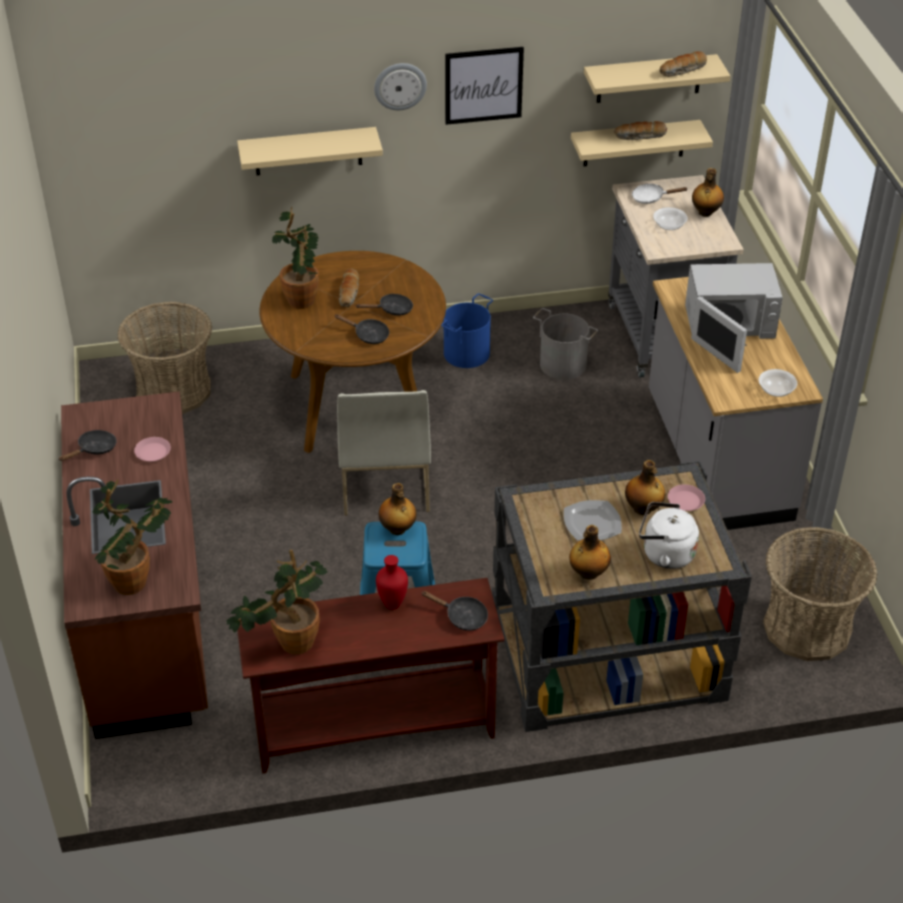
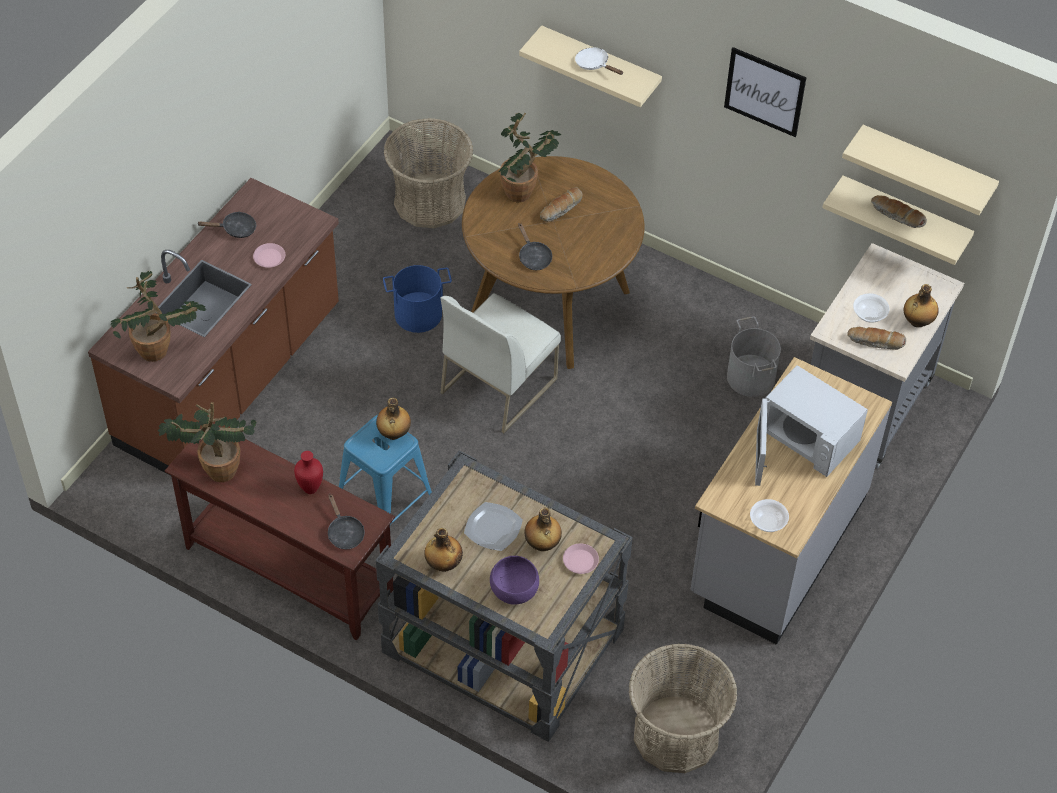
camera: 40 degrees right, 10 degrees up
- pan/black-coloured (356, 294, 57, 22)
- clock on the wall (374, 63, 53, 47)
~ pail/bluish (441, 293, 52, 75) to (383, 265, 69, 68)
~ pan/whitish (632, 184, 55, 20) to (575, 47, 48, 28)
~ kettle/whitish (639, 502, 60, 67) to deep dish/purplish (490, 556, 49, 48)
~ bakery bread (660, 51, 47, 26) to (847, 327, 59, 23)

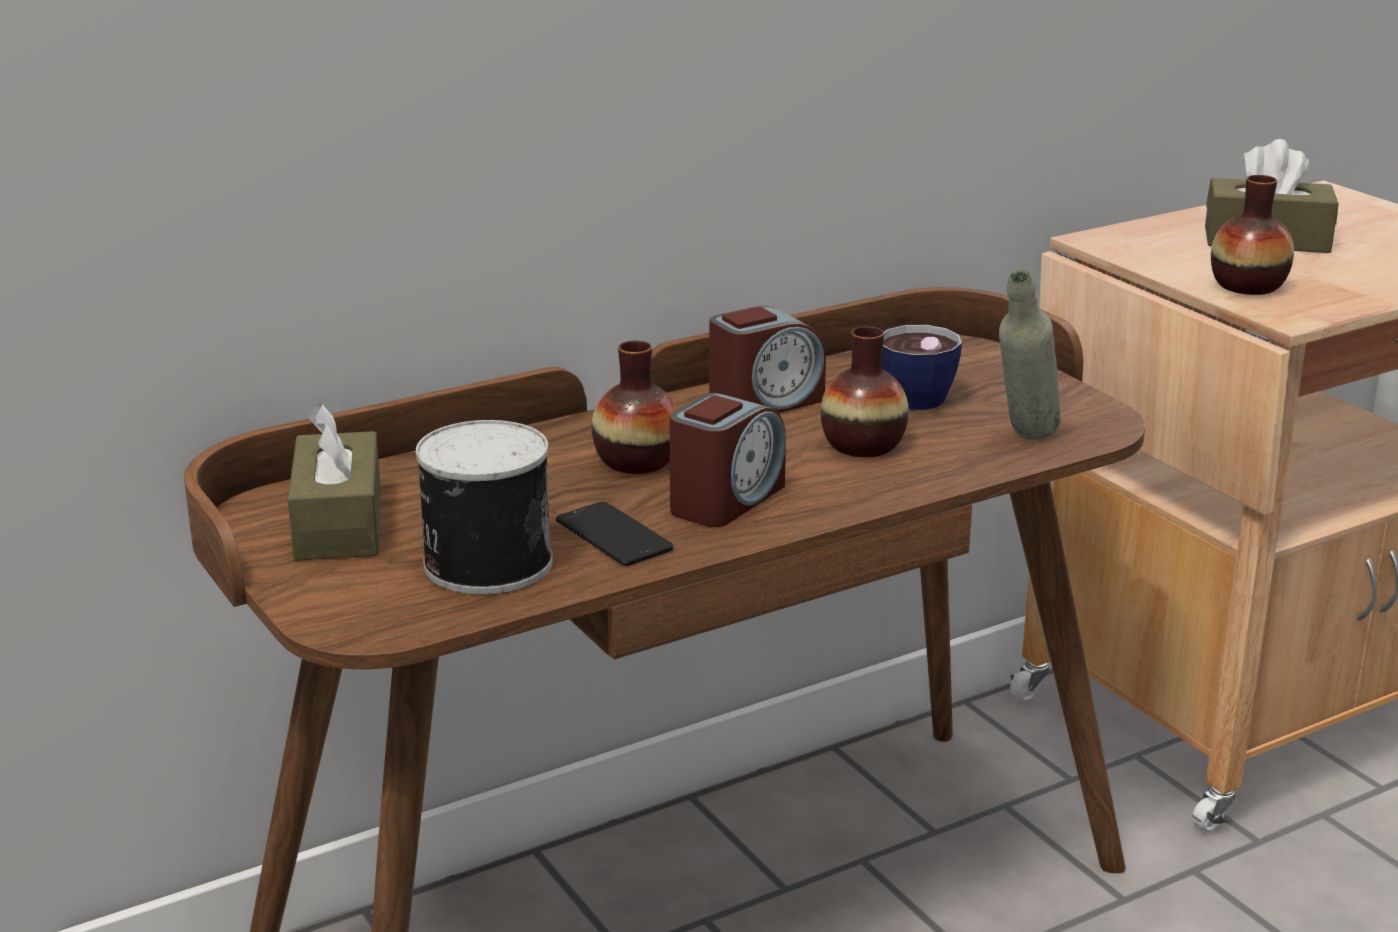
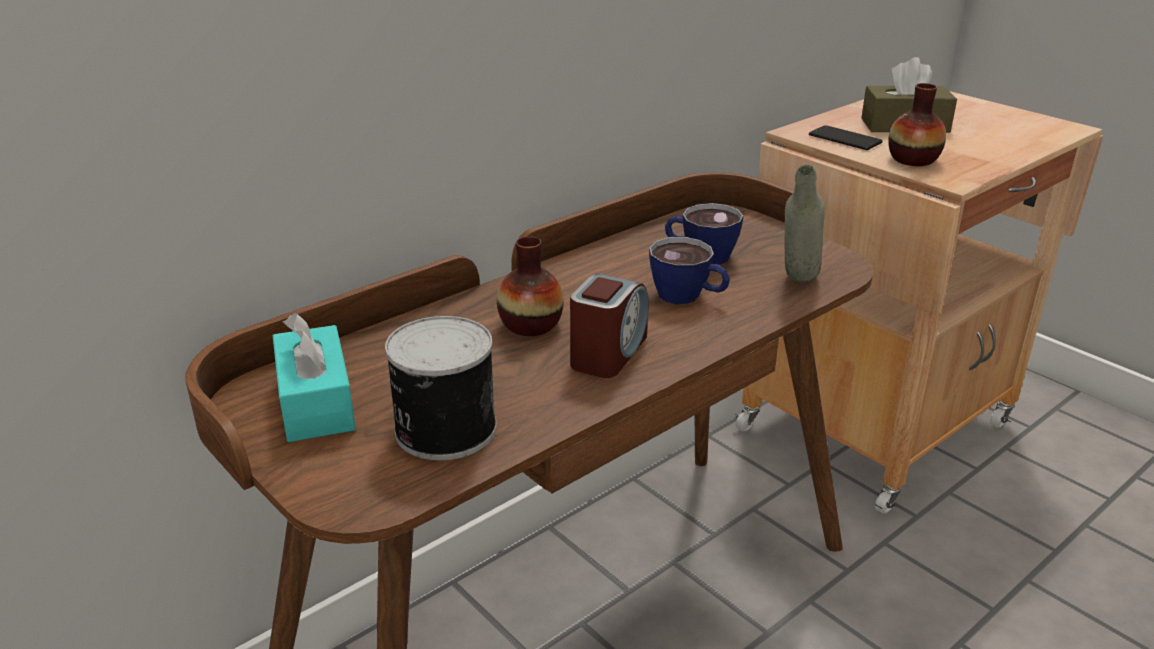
camera: 10 degrees left, 5 degrees up
~ box of tissues/brownish (288, 403, 93, 158) to box of tissues/turquoise (273, 313, 83, 129)
~ handset (556, 502, 117, 64) to (809, 125, 73, 25)
- bedside clock (709, 306, 117, 107)
~ decorative vase (821, 326, 88, 131) to cup (649, 237, 81, 67)

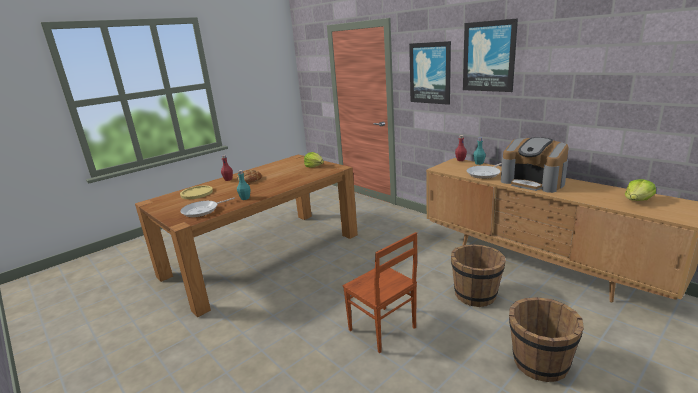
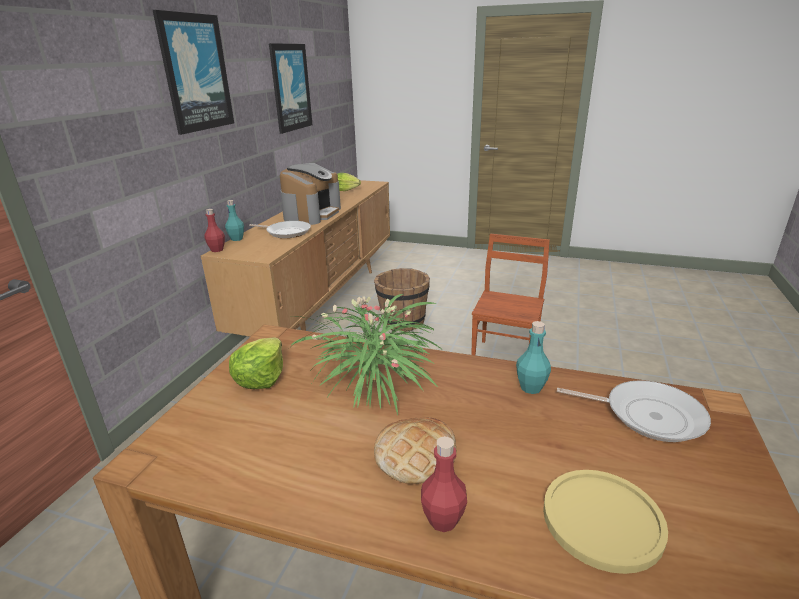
camera: 120 degrees left, 5 degrees up
~ wall art (409, 41, 42, 64) to (269, 43, 43, 91)
- pail/brownish (509, 297, 75, 85)
+ houseplant (289, 294, 152, 121)

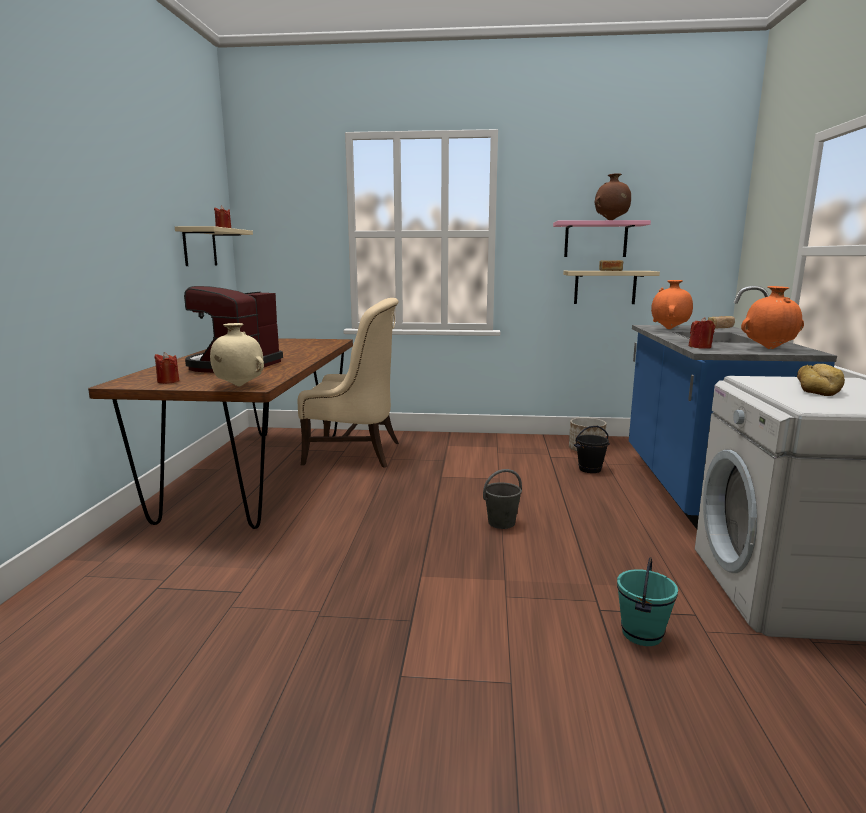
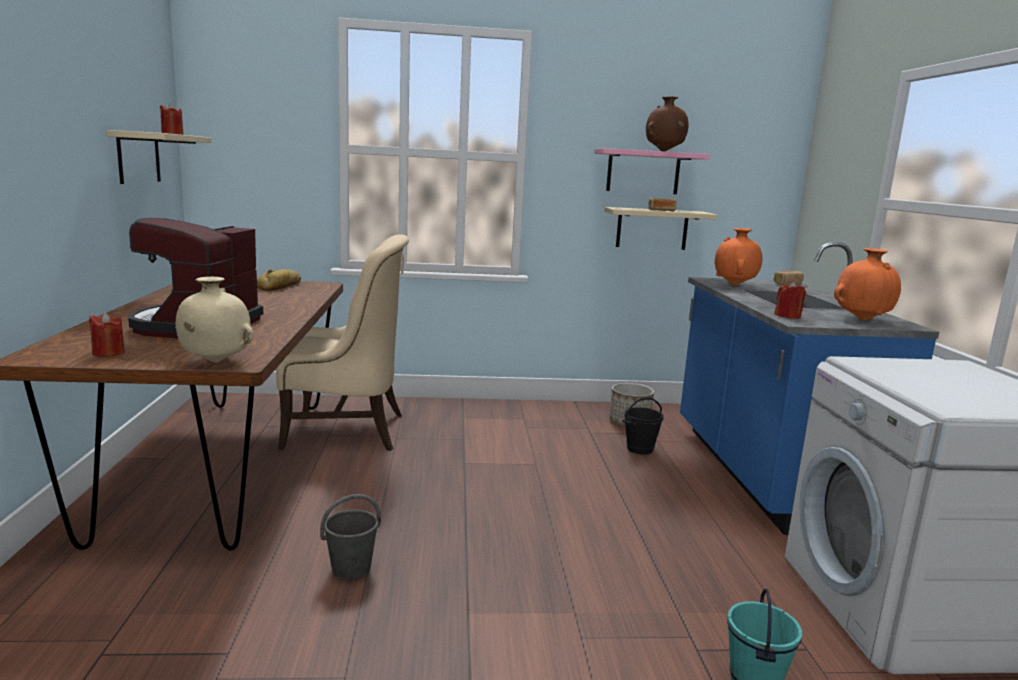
camera: 10 degrees left, 0 degrees up
~ pail/gray (483, 469, 39, 60) to (320, 494, 61, 86)
~ bakery bread (797, 364, 48, 32) to (257, 269, 44, 22)

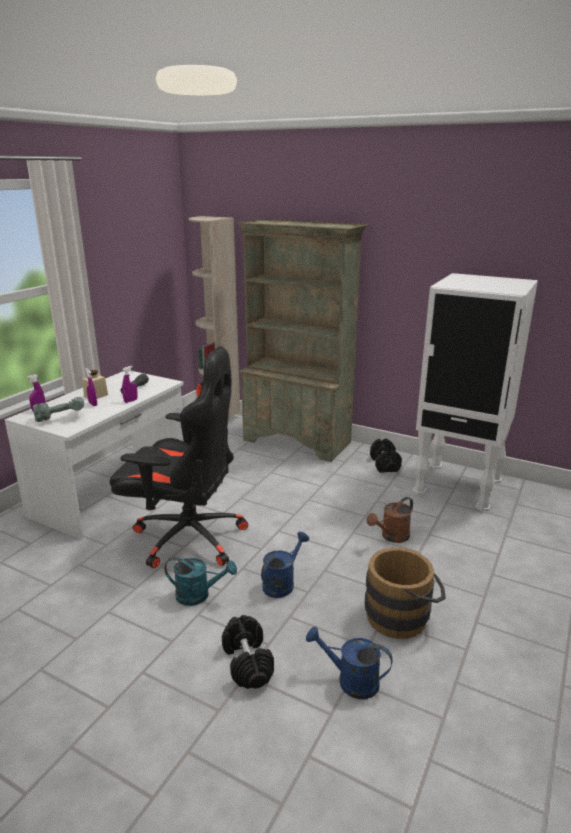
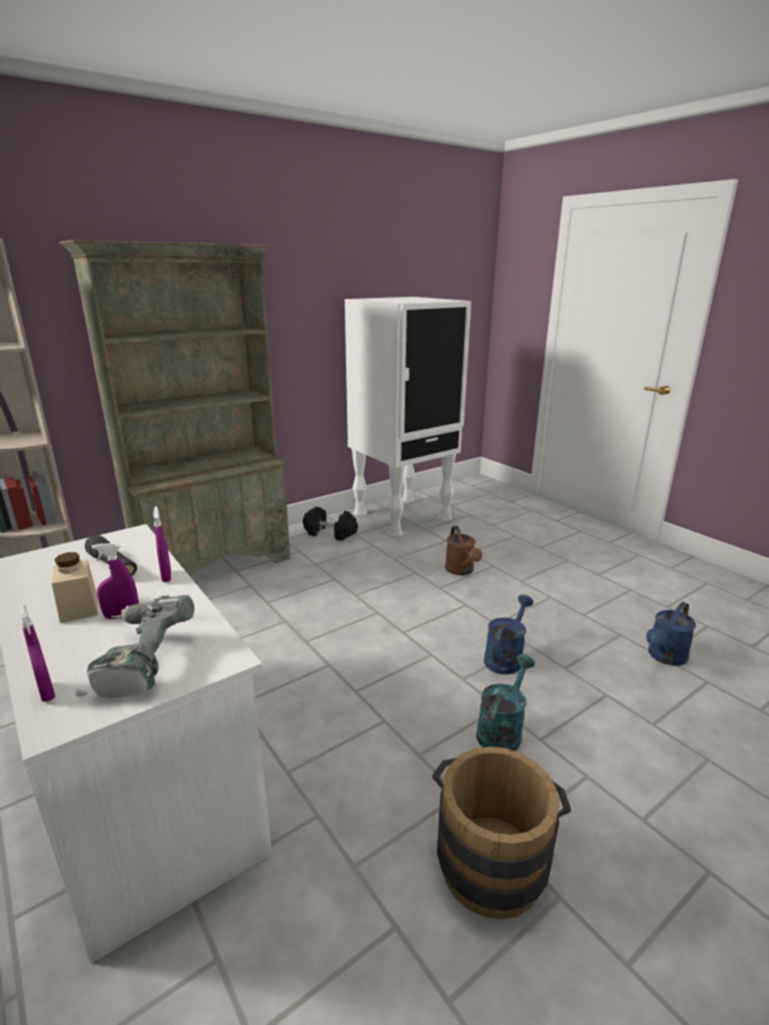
camera: 65 degrees left, 0 degrees up
- desk chair/black-coloured (110, 346, 138, 222)
- dumbbell/black-coloured (222, 615, 52, 74)
~ watering can/bluish (261, 532, 48, 66) = (484, 595, 50, 80) 60 degrees clockwise
~ pail/brownish (364, 547, 82, 92) to (432, 747, 139, 173)

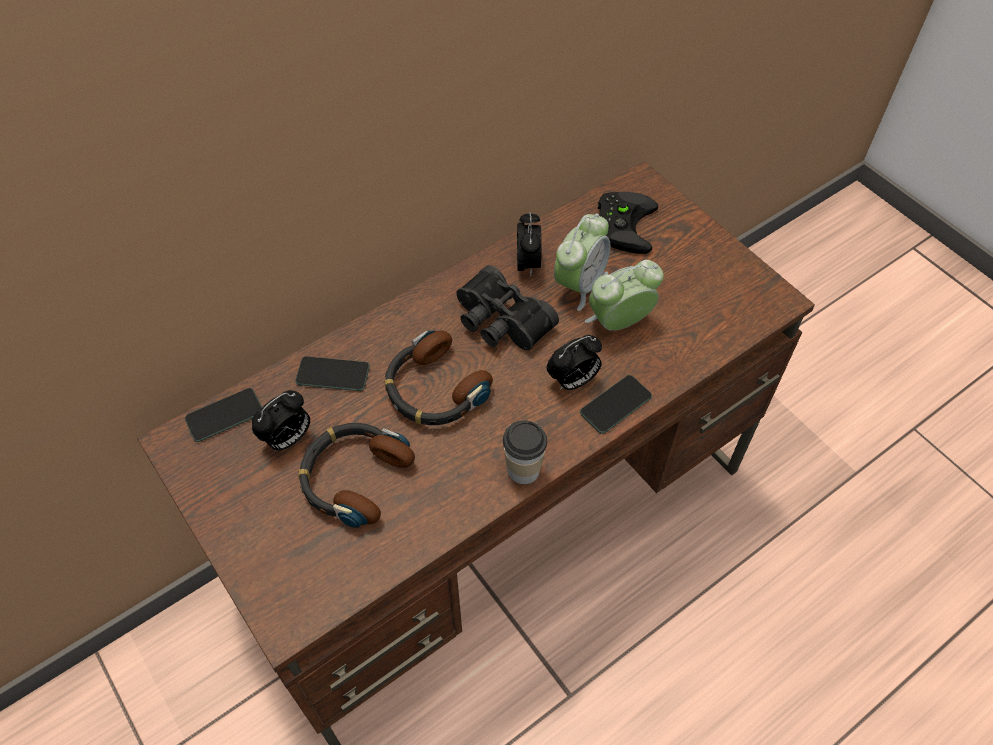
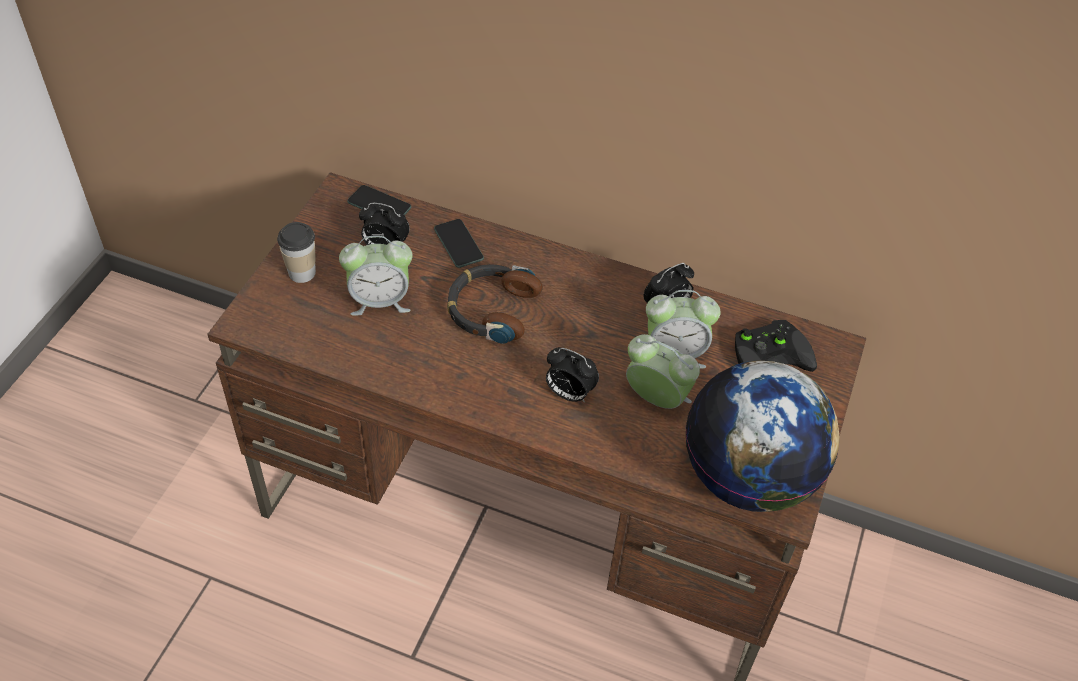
camera: 55 degrees right, 5 degrees down
~ headset (298, 423, 117, 105) to bedside clock (339, 236, 73, 80)
- field glasses/black-coloured (456, 265, 103, 86)
~ cup (503, 420, 44, 64) to (277, 222, 39, 61)
- handset (580, 375, 72, 59)
+ desk globe (686, 360, 154, 152)

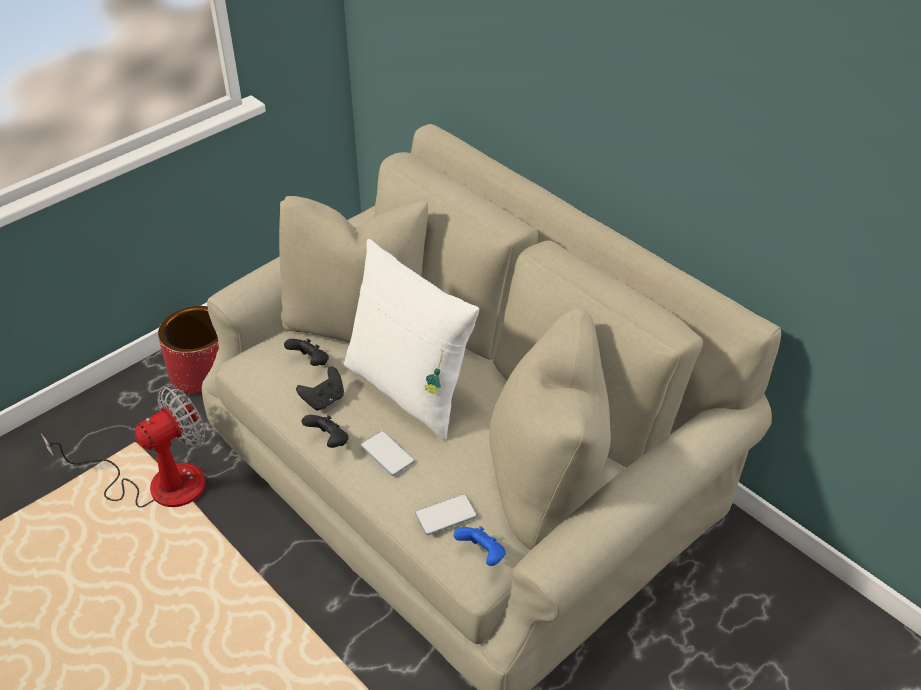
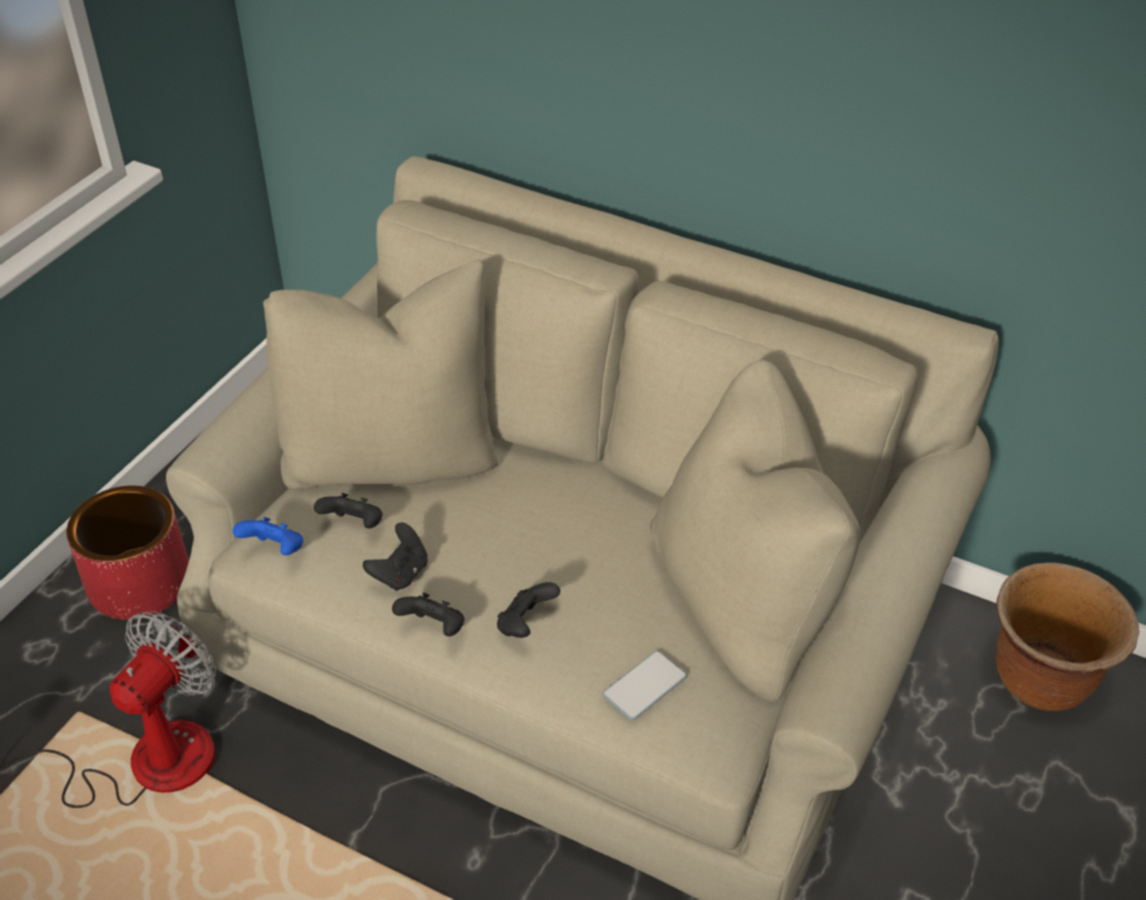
camera: 20 degrees left, 0 degrees up
- cushion/whitish (344, 239, 135, 201)
~ handset (361, 431, 54, 45) to gamepad/black-coloured (497, 582, 63, 56)
~ gamepad/bluish (454, 526, 52, 40) to (232, 517, 71, 38)
+ flower pot/brownish (996, 562, 143, 149)

